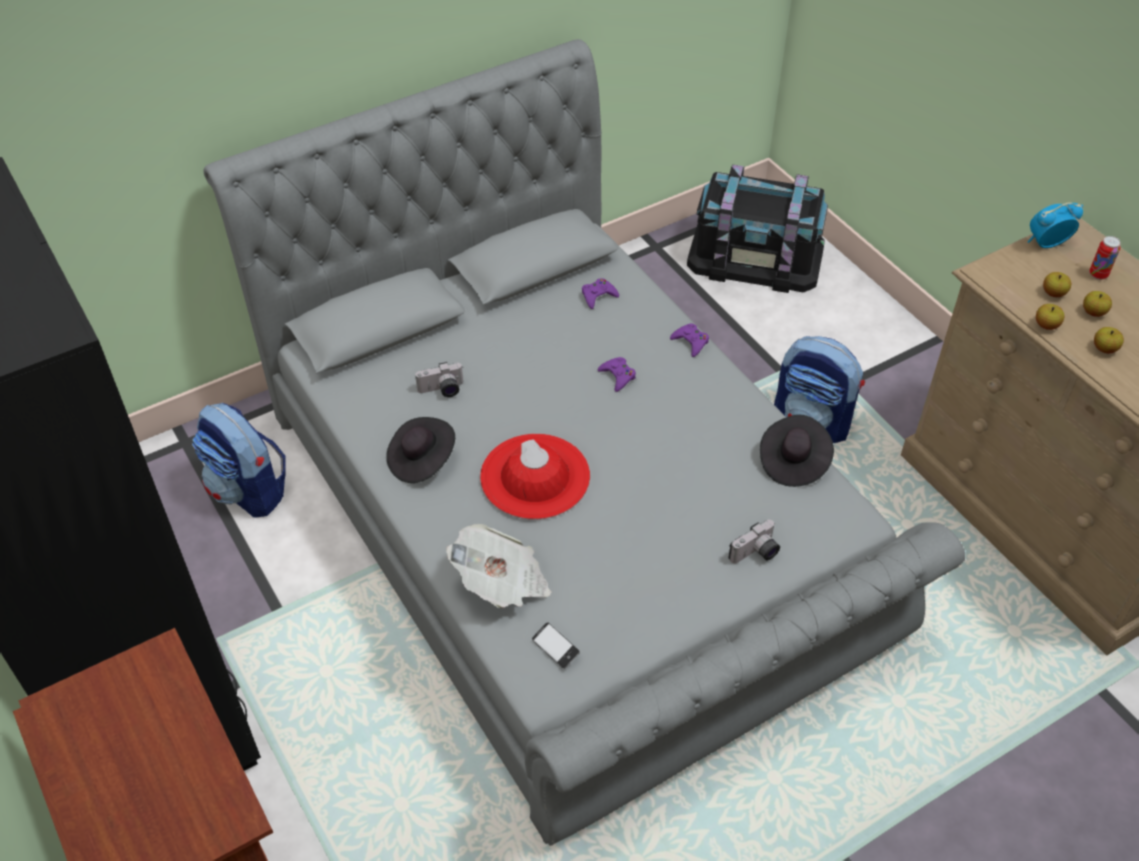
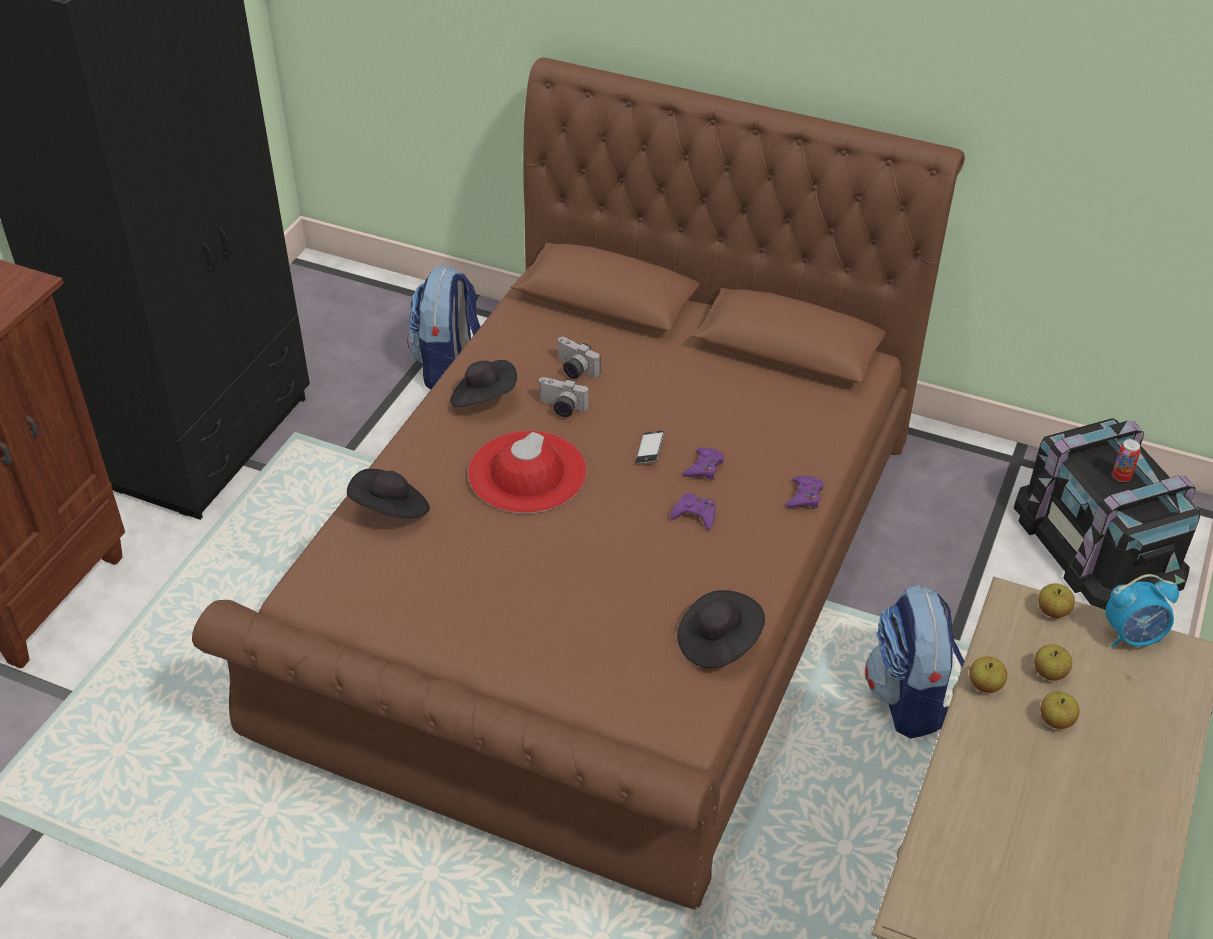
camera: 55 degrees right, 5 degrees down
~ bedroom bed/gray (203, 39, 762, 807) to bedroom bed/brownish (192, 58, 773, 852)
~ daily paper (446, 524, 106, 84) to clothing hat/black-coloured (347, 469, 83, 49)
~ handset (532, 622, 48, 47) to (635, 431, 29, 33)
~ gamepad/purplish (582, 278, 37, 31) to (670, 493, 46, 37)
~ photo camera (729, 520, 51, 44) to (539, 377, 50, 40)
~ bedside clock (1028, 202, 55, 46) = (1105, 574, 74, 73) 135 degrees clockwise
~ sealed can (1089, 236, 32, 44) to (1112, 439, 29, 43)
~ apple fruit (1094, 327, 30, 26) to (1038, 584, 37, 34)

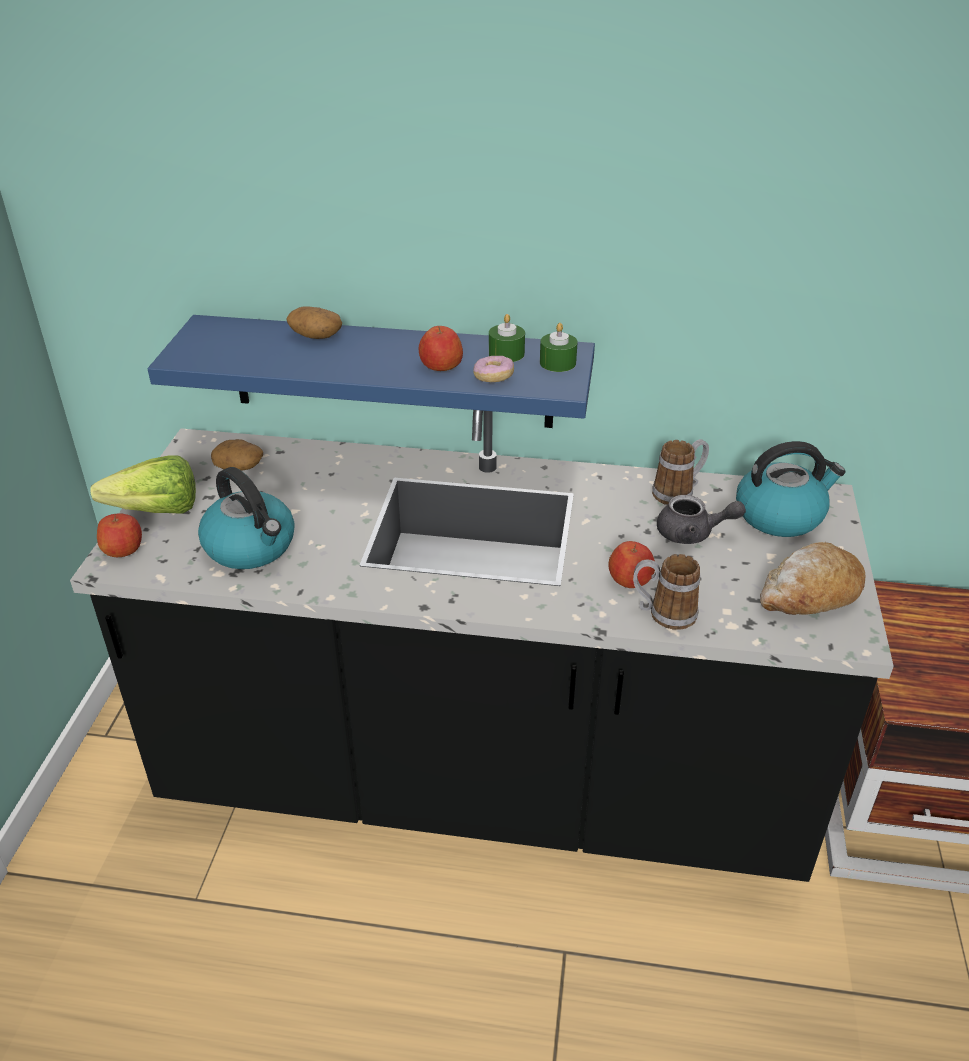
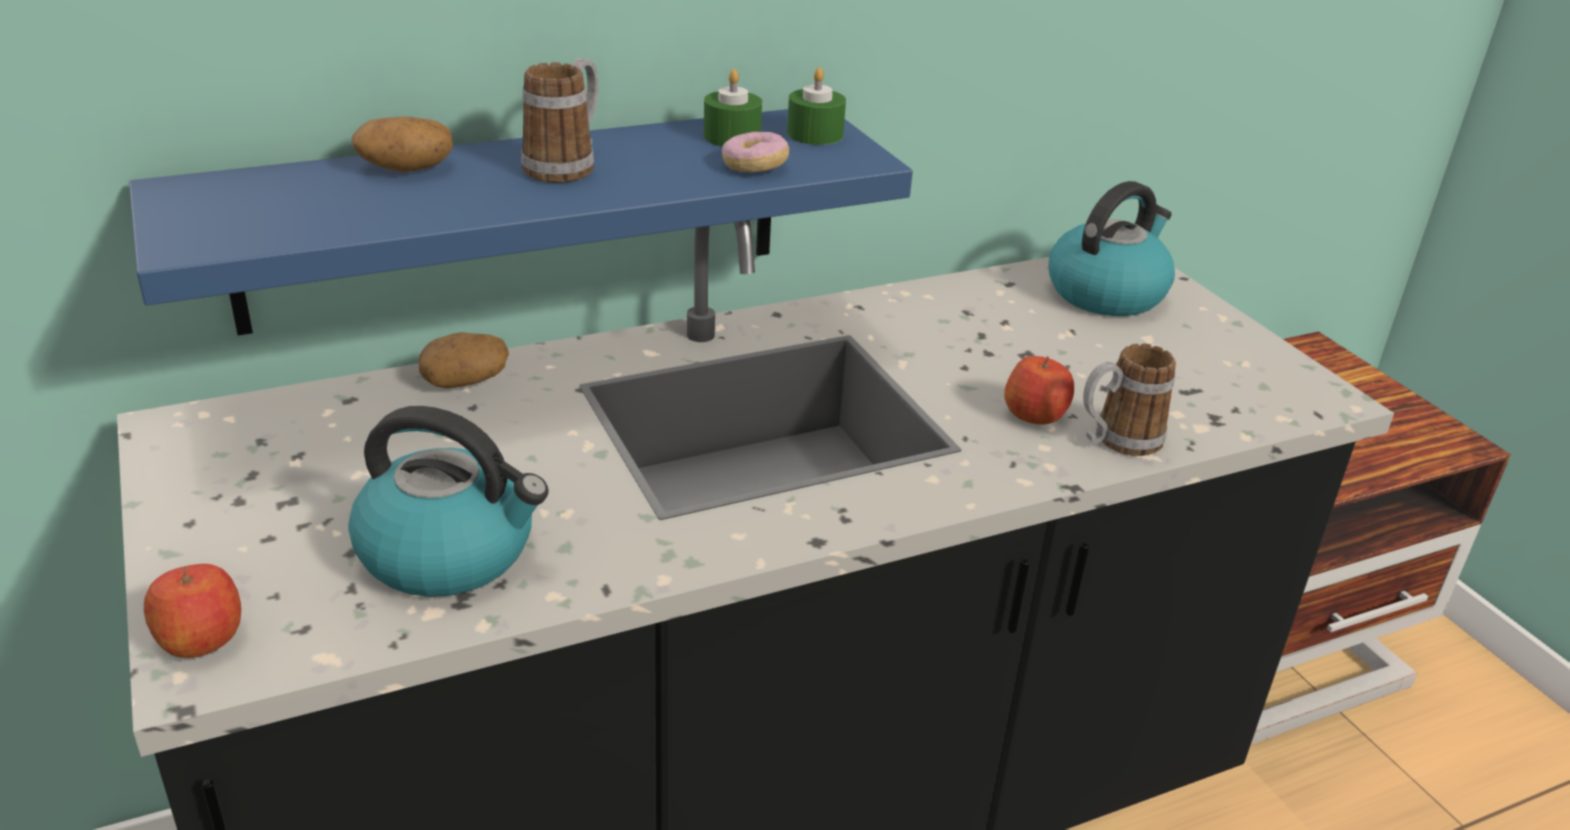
camera: 35 degrees left, 5 degrees down
- head of lettuce (90, 455, 106, 59)
~ whole potato (211, 439, 52, 32) to (419, 332, 90, 57)
- apple fruit (419, 326, 44, 45)
~ tea mug (652, 439, 57, 66) to (521, 58, 78, 125)
- teapot/gray (657, 495, 89, 49)
- bakery bread (760, 542, 105, 73)

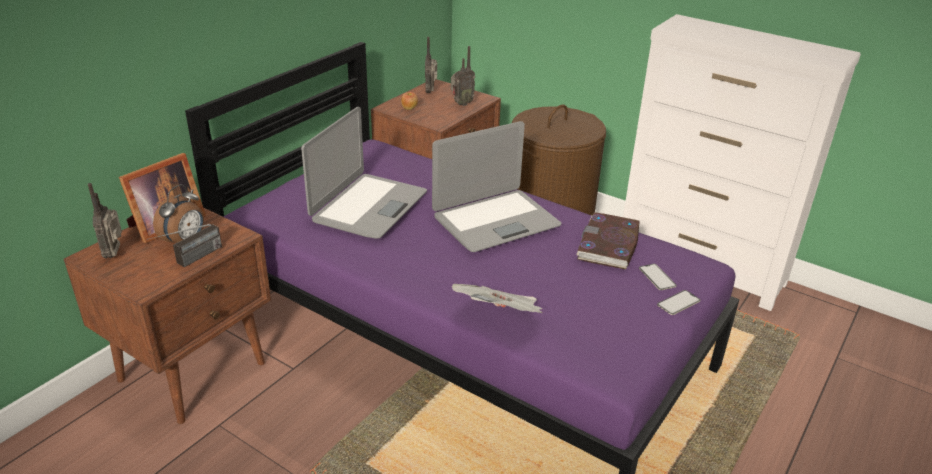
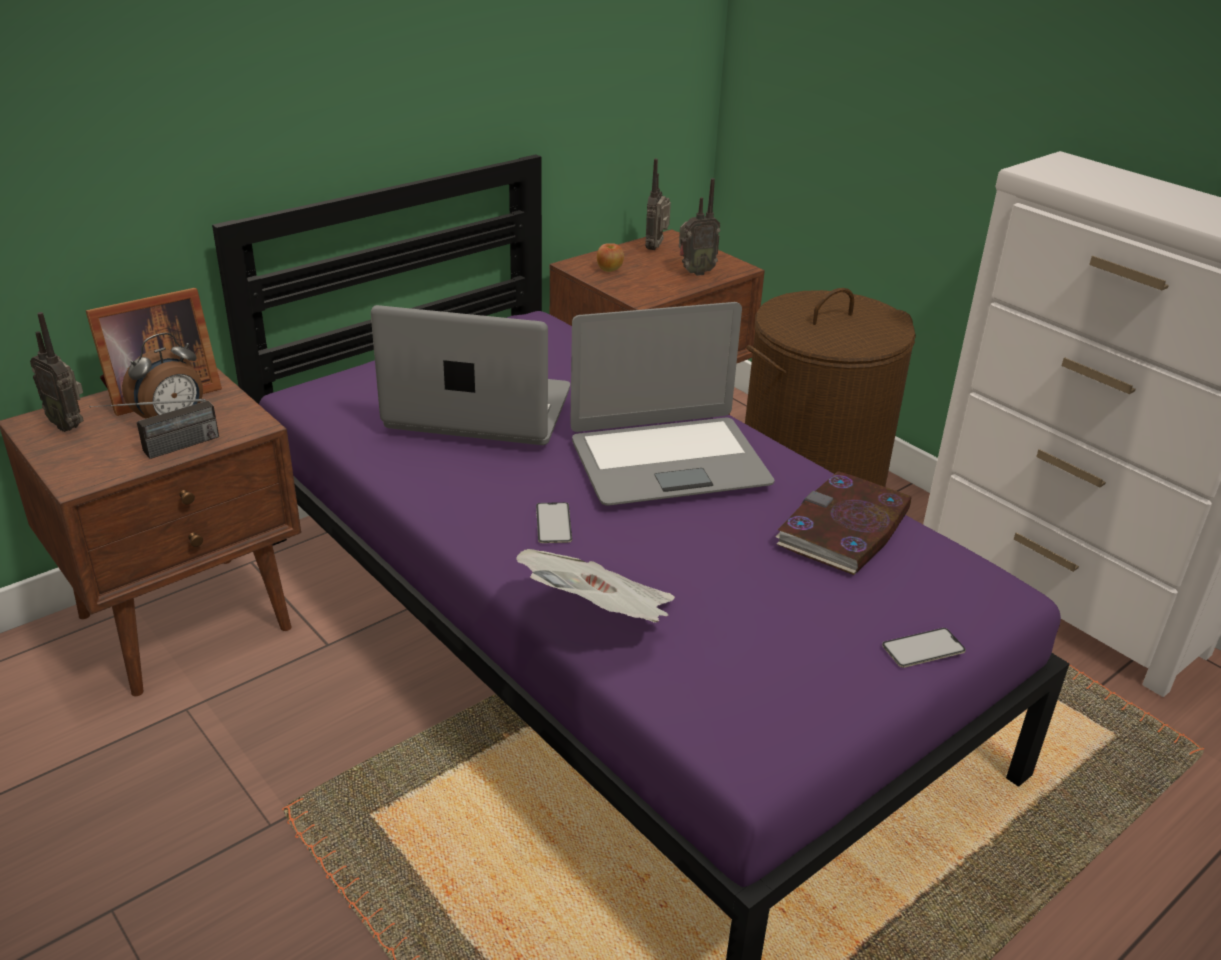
camera: 15 degrees right, 0 degrees up
~ radio set (88, 183, 34, 76) = (30, 312, 54, 120) 60 degrees counterclockwise
~ portable computer (301, 107, 126, 132) = (371, 305, 199, 140) 120 degrees counterclockwise
~ handset (639, 264, 38, 26) to (536, 502, 36, 41)

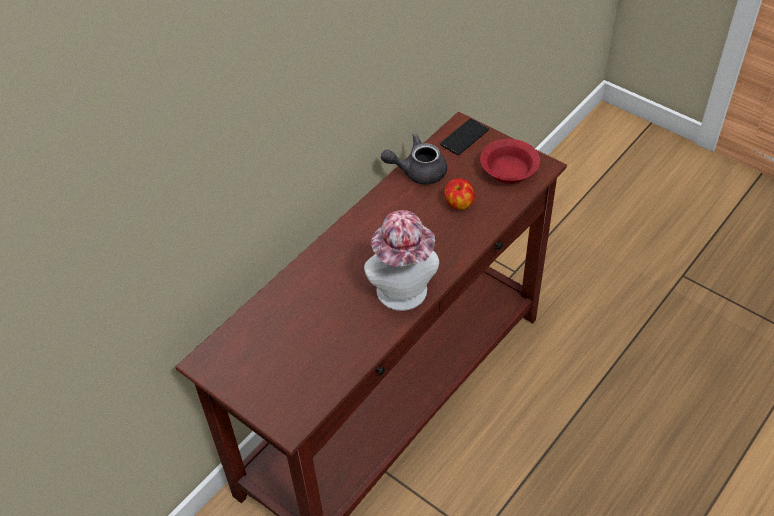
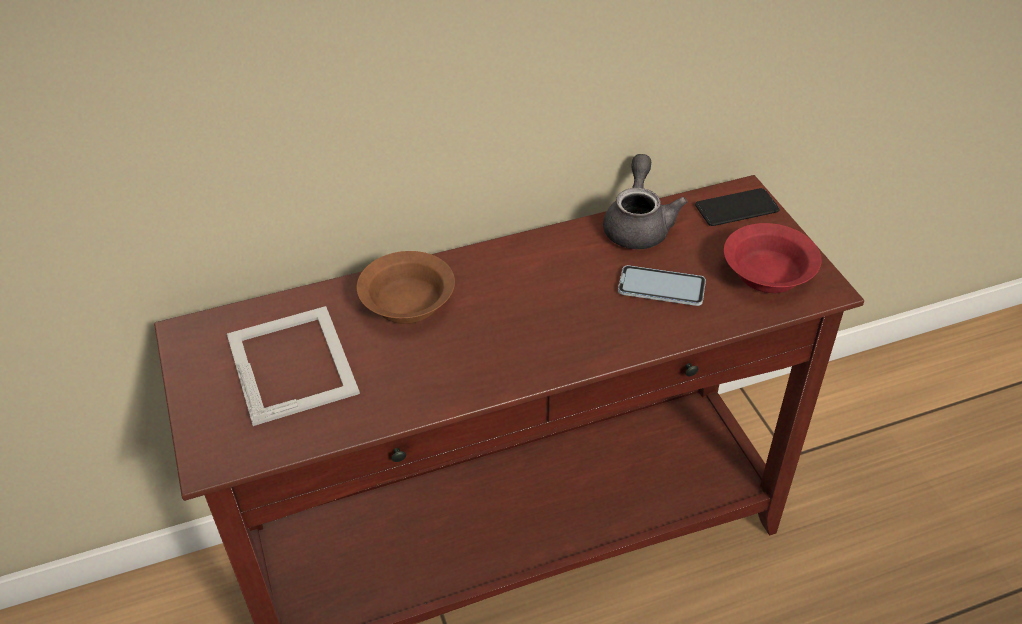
camera: 30 degrees right, 5 degrees down
- clothing hat (364, 210, 75, 101)
~ teapot/gray (381, 134, 66, 50) = (603, 154, 85, 95) 75 degrees clockwise
~ apple fruit (444, 179, 31, 31) to handset (618, 265, 88, 41)
+ standing frame (227, 306, 133, 120)
+ deep dish/brownish (357, 251, 98, 73)

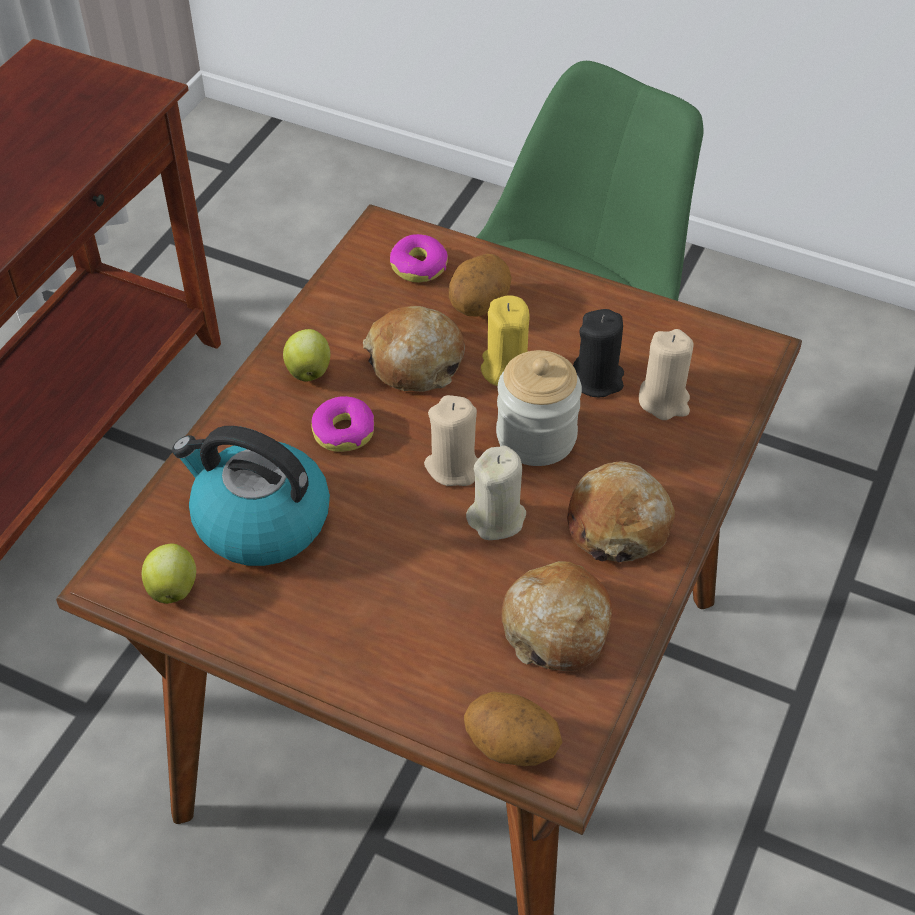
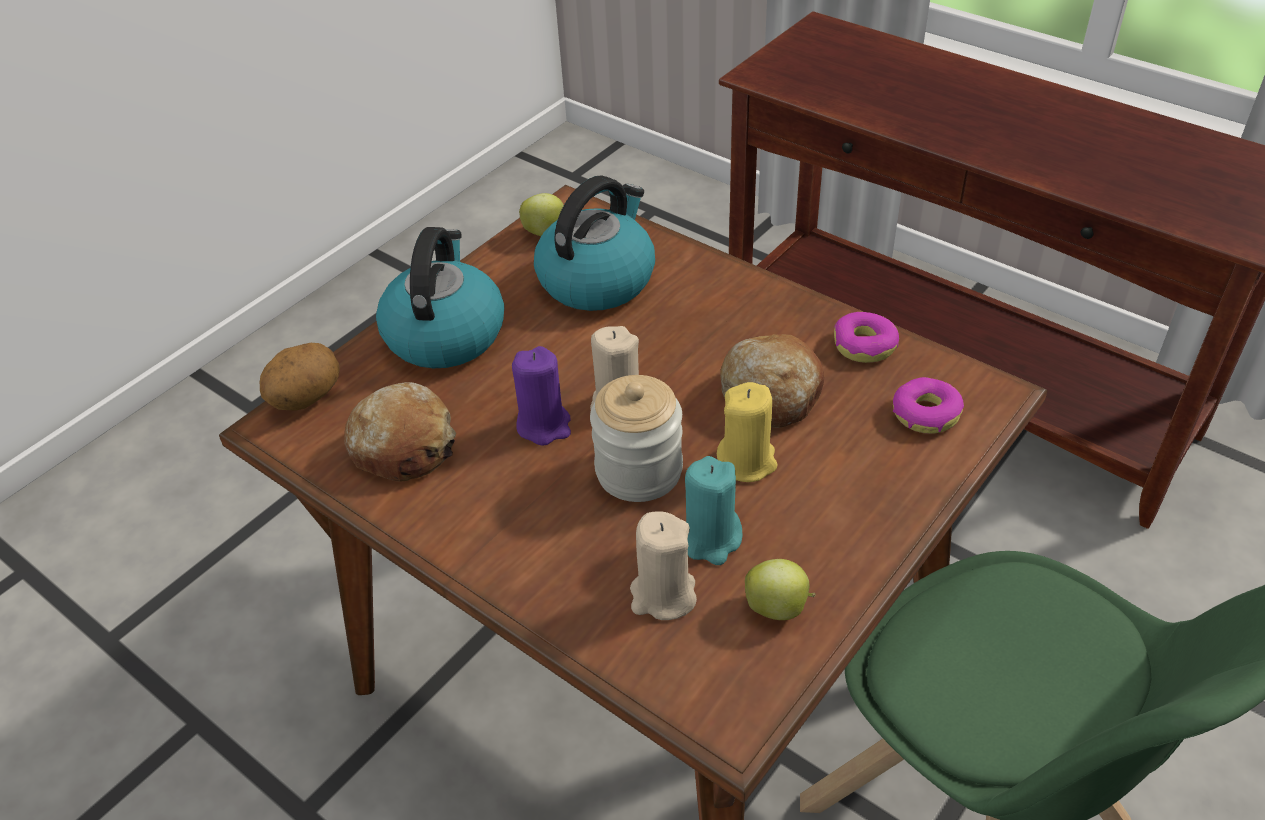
camera: 105 degrees right, 5 degrees down
~ apple fruit (283, 329, 47, 53) to (745, 559, 71, 61)
~ donut (311, 396, 63, 56) to (834, 312, 65, 51)
- whole potato (449, 254, 63, 63)
~ wax candle/beige (466, 445, 60, 95) to wax candle/purplish (512, 346, 59, 100)
- bakery bread (567, 461, 108, 101)
~ wax candle/black-coloured (573, 309, 51, 88) to wax candle/turquoise (685, 456, 58, 109)
+ kettle (376, 227, 128, 141)

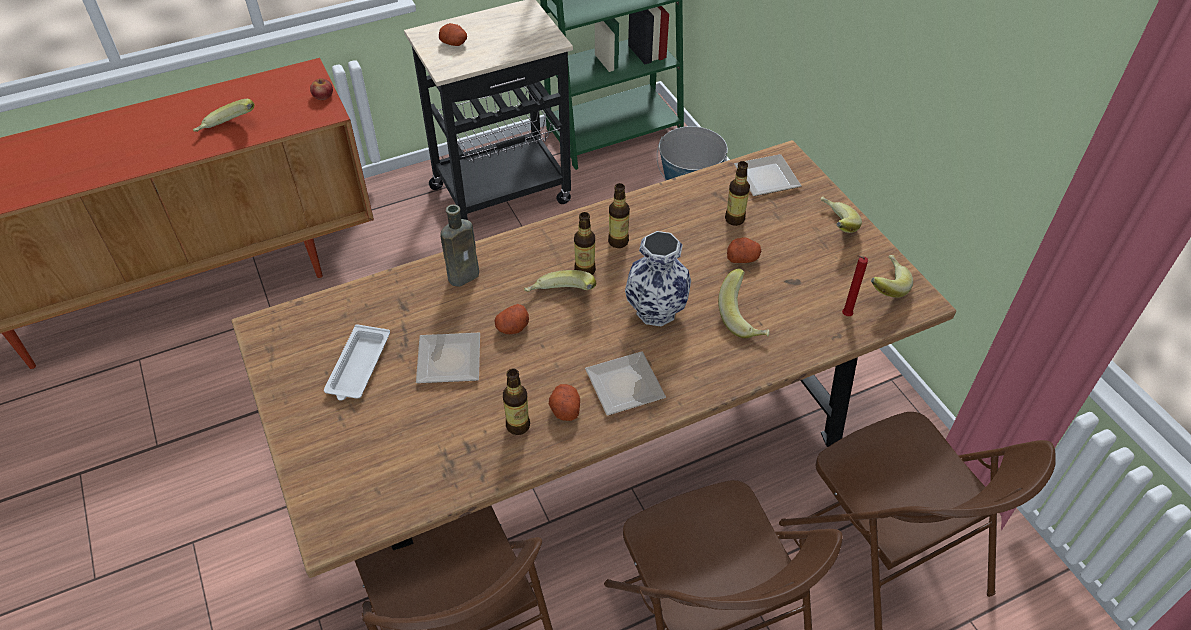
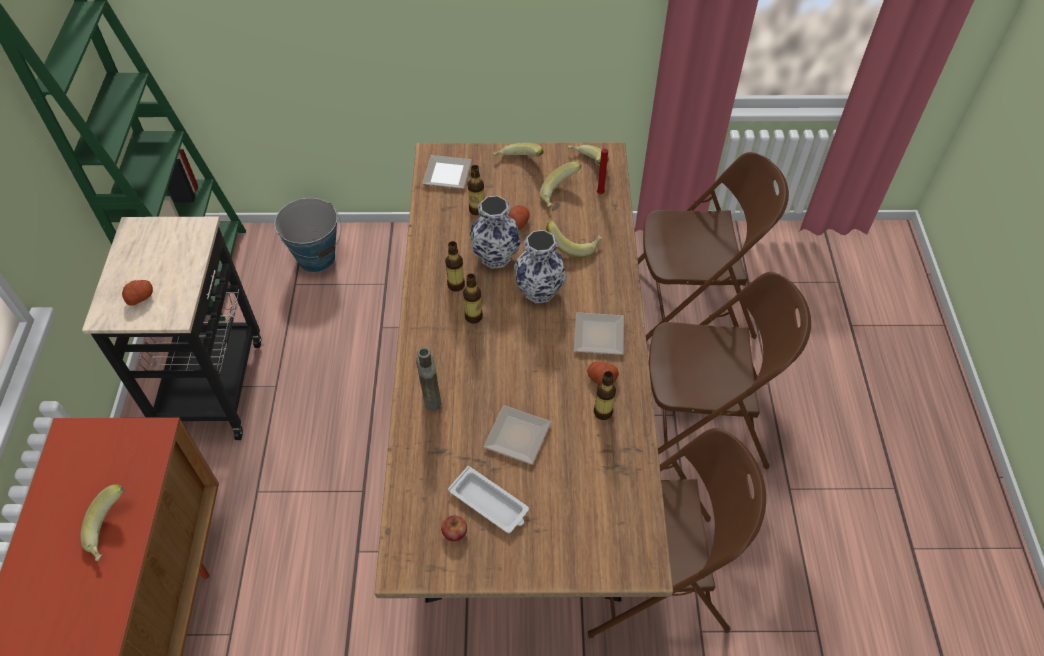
camera: 65 degrees left, 5 degrees up
~ apple fruit (310, 78, 23, 22) to (441, 516, 26, 25)
- whole potato (494, 304, 35, 30)
~ whole banana (524, 270, 72, 22) to (539, 162, 42, 45)
+ decorative vase (470, 196, 51, 73)

